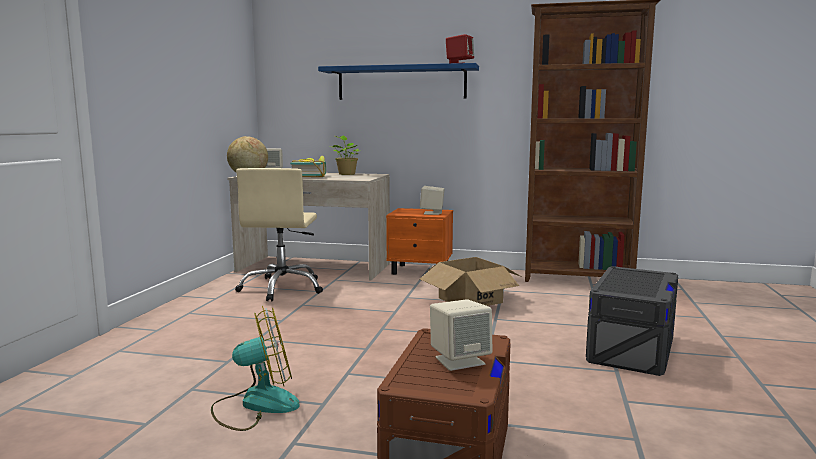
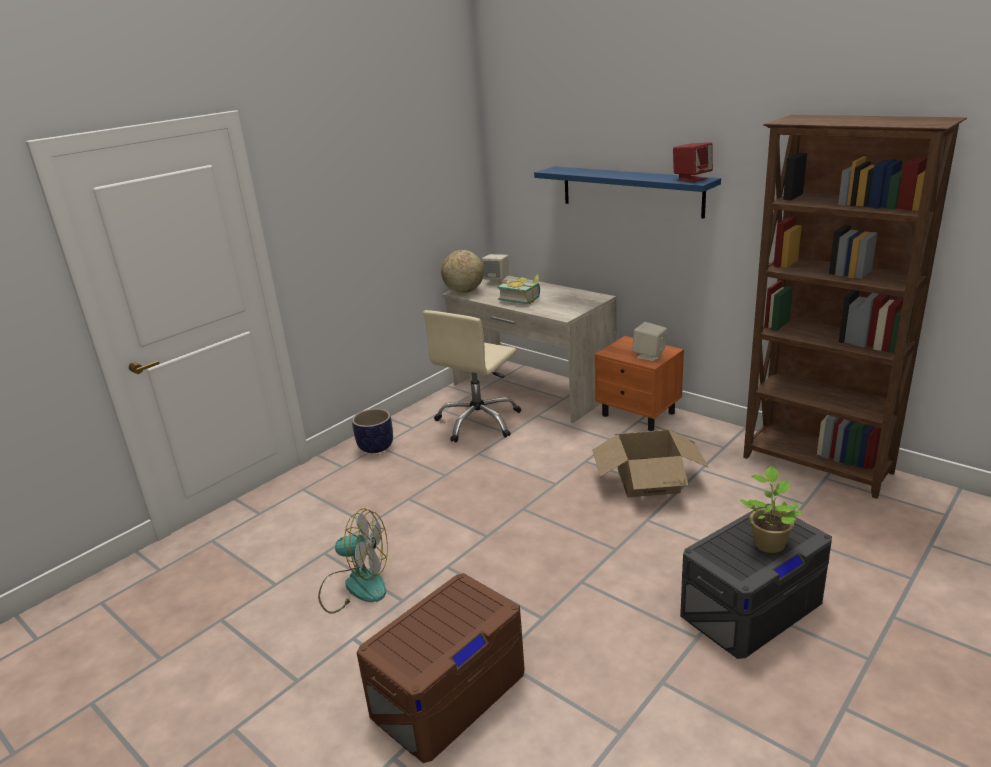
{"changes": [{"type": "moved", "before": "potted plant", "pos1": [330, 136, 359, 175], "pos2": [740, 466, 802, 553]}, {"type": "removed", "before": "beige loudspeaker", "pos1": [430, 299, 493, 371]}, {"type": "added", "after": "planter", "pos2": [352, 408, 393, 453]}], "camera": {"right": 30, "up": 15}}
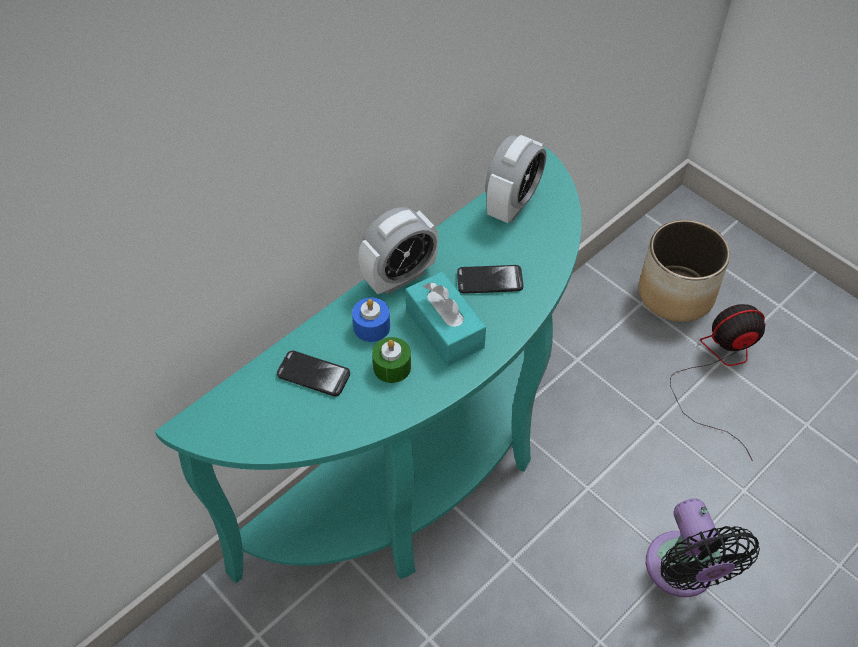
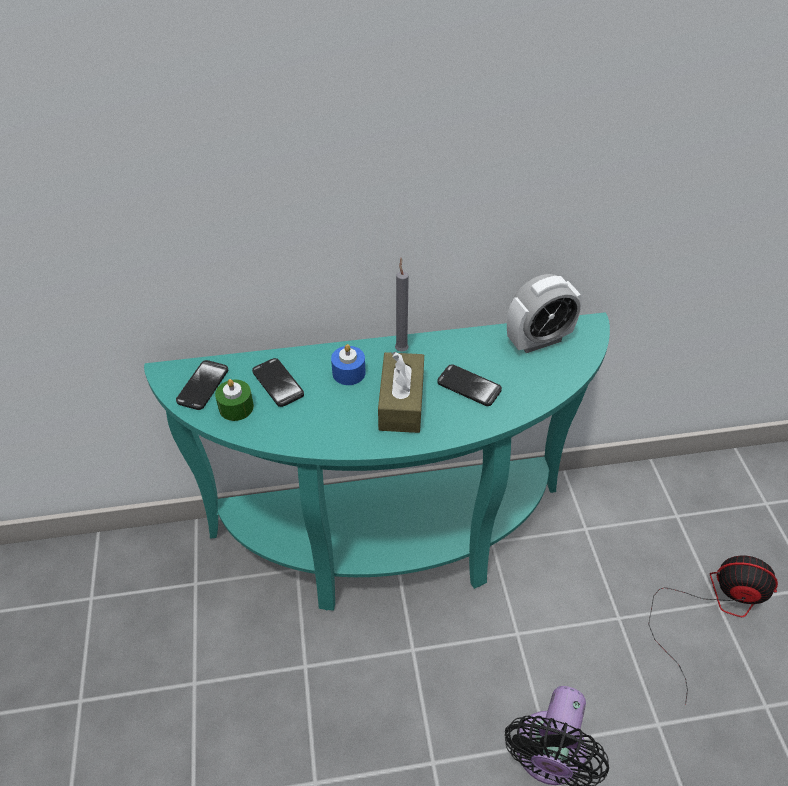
{"changes": [{"type": "replaced", "before": "alarm clock", "after": "grey wax light", "pos1": [359, 207, 439, 295], "pos2": [395, 258, 409, 352]}, {"type": "removed", "before": "planter", "pos1": [639, 220, 730, 322]}, {"type": "recoloured", "before": "turquoise-coloured box of tissues", "after": "brown box of tissues", "pos1": [405, 272, 486, 366], "pos2": [378, 352, 424, 433]}, {"type": "moved", "before": "greenish wax light", "pos1": [372, 337, 411, 383], "pos2": [215, 379, 254, 421]}, {"type": "added", "after": "phone", "pos2": [176, 360, 228, 410]}], "camera": {"right": 35, "up": -5}}
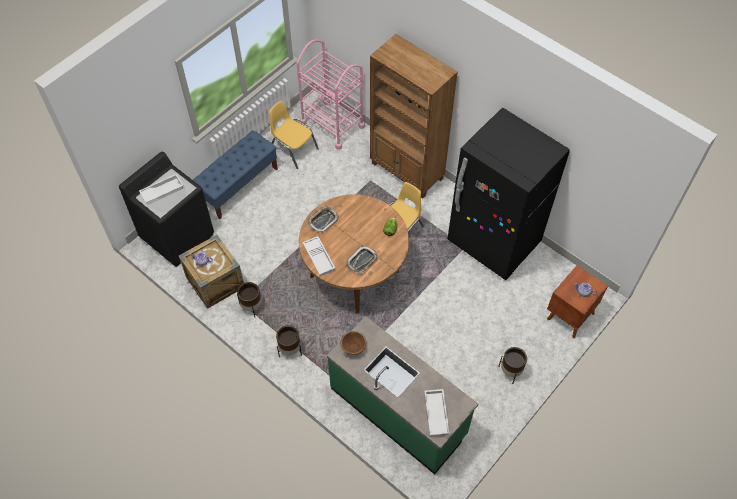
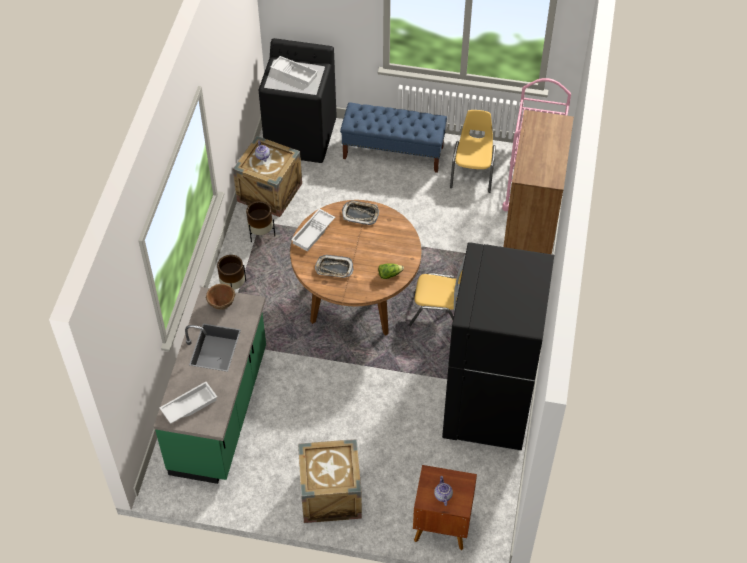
{"changes": [{"type": "replaced", "before": "brown planter", "after": "crate", "pos1": [499, 347, 527, 384], "pos2": [298, 439, 362, 523]}], "camera": {"right": 60, "up": -5}}
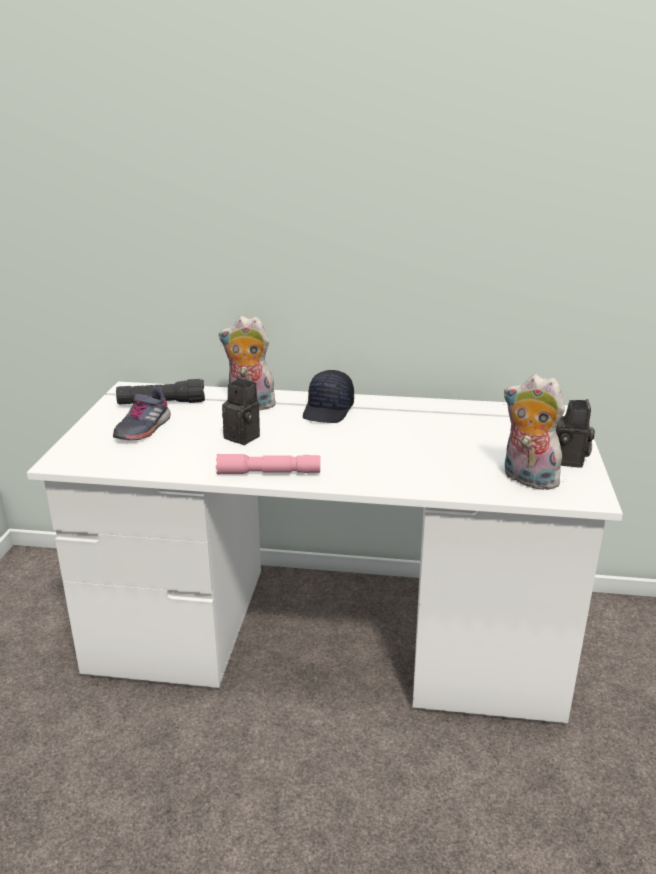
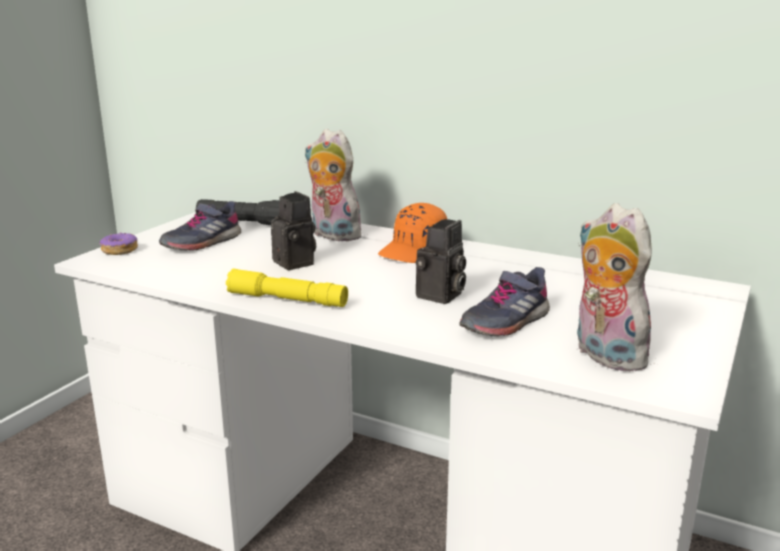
{"changes": [{"type": "recoloured", "before": "black-coloured baseball cap", "after": "orangey baseball cap", "pos1": [303, 370, 354, 423], "pos2": [378, 203, 447, 263]}, {"type": "moved", "before": "still camera", "pos1": [556, 399, 595, 468], "pos2": [416, 219, 466, 304]}, {"type": "recoloured", "before": "pink hand torch", "after": "yellow-coloured hand torch", "pos1": [216, 454, 320, 475], "pos2": [226, 268, 348, 307]}, {"type": "added", "after": "doughnut", "pos2": [99, 232, 138, 255]}, {"type": "added", "after": "grey item of footwear", "pos2": [459, 267, 550, 336]}], "camera": {"right": 20, "up": -5}}
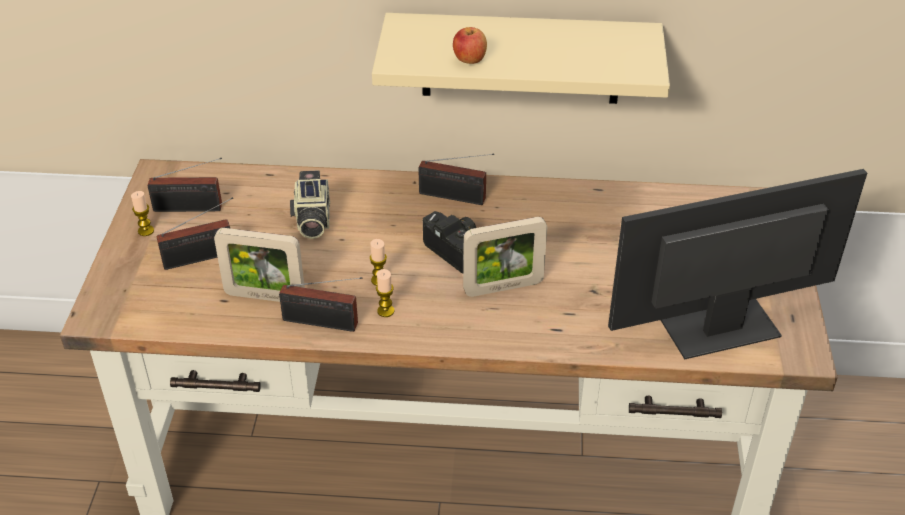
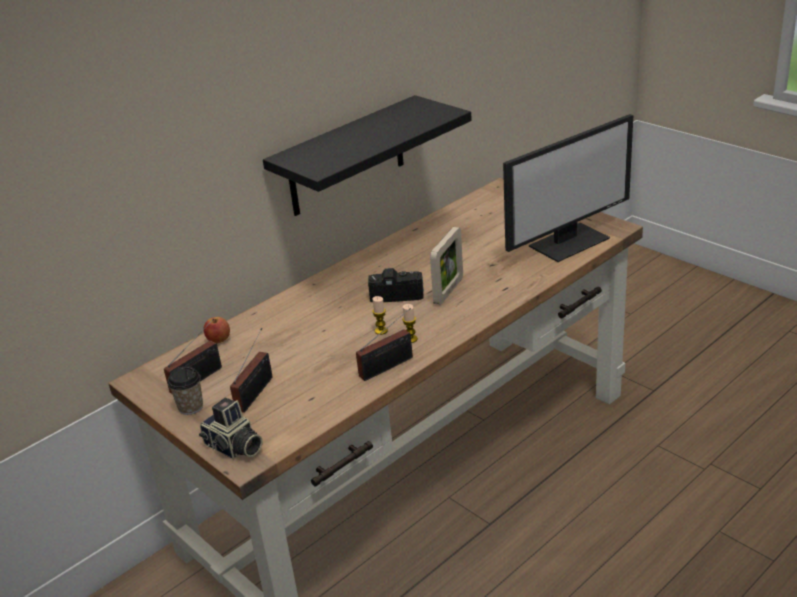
{"changes": [{"type": "recoloured", "before": "beige bracket shelf", "after": "black-coloured bracket shelf", "pos1": [372, 13, 670, 104], "pos2": [263, 95, 472, 216]}, {"type": "moved", "before": "apple fruit", "pos1": [453, 27, 487, 64], "pos2": [204, 317, 230, 344]}, {"type": "removed", "before": "radio receiver", "pos1": [418, 154, 494, 205]}, {"type": "turned", "before": "monitor", "pos1": [608, 169, 867, 360], "pos2": [503, 114, 633, 262], "turn": -150}, {"type": "moved", "before": "still camera", "pos1": [290, 170, 330, 239], "pos2": [199, 398, 263, 459]}, {"type": "replaced", "before": "wax light", "after": "cup", "pos1": [131, 191, 154, 236], "pos2": [168, 366, 203, 415]}, {"type": "removed", "before": "photo frame", "pos1": [214, 228, 305, 302]}], "camera": {"right": -45, "up": -10}}
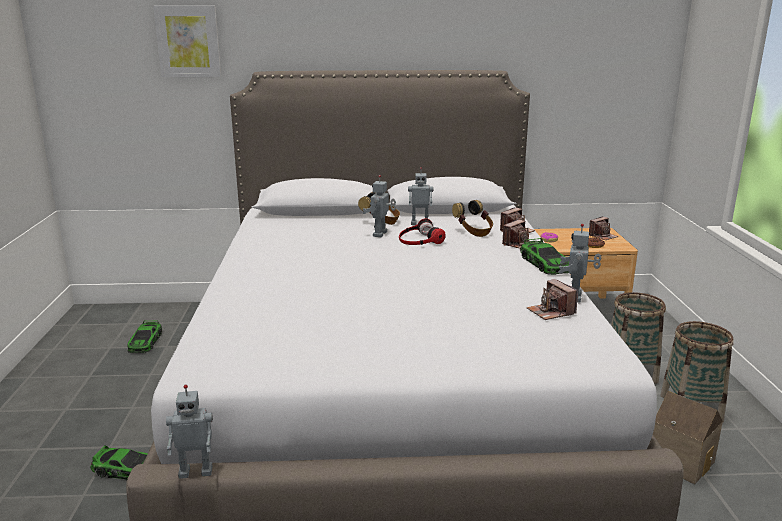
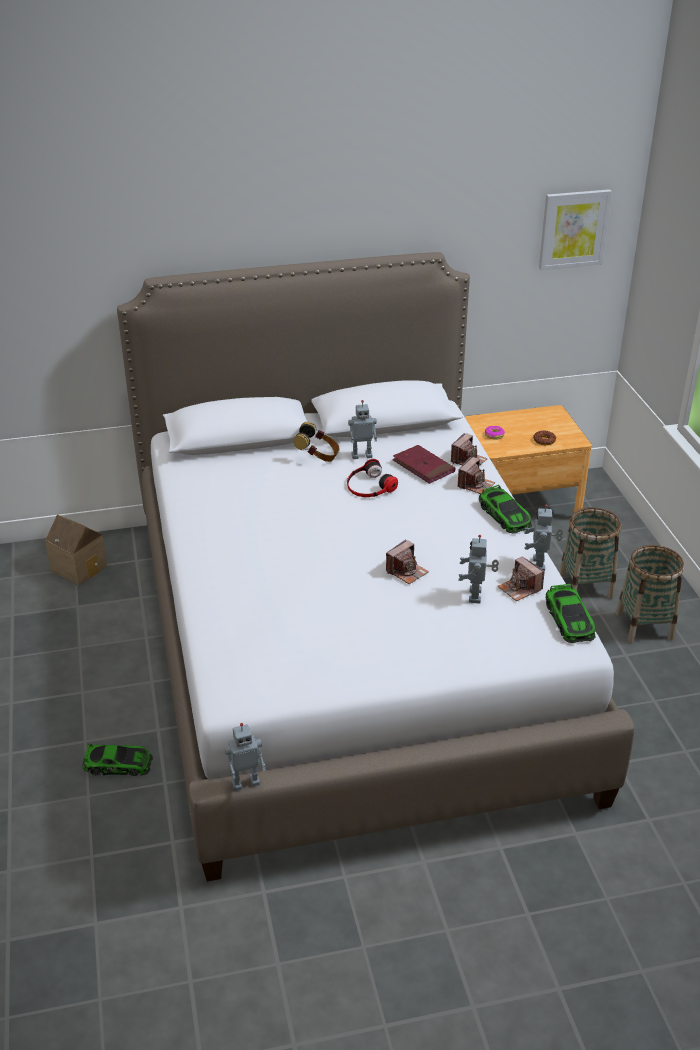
{"changes": [{"type": "moved", "before": "wall art", "pos1": [153, 6, 221, 77], "pos2": [539, 189, 612, 270]}, {"type": "moved", "before": "model robot", "pos1": [363, 175, 396, 237], "pos2": [458, 535, 499, 604]}, {"type": "replaced", "before": "headset", "after": "red bound book", "pos1": [452, 200, 493, 237], "pos2": [392, 445, 455, 484]}, {"type": "moved", "before": "still camera", "pos1": [589, 216, 618, 240], "pos2": [386, 539, 429, 584]}, {"type": "moved", "before": "miniature car", "pos1": [127, 321, 162, 353], "pos2": [546, 583, 596, 643]}, {"type": "moved", "before": "model house", "pos1": [653, 391, 723, 484], "pos2": [45, 515, 107, 586]}], "camera": {"right": -10, "up": 15}}
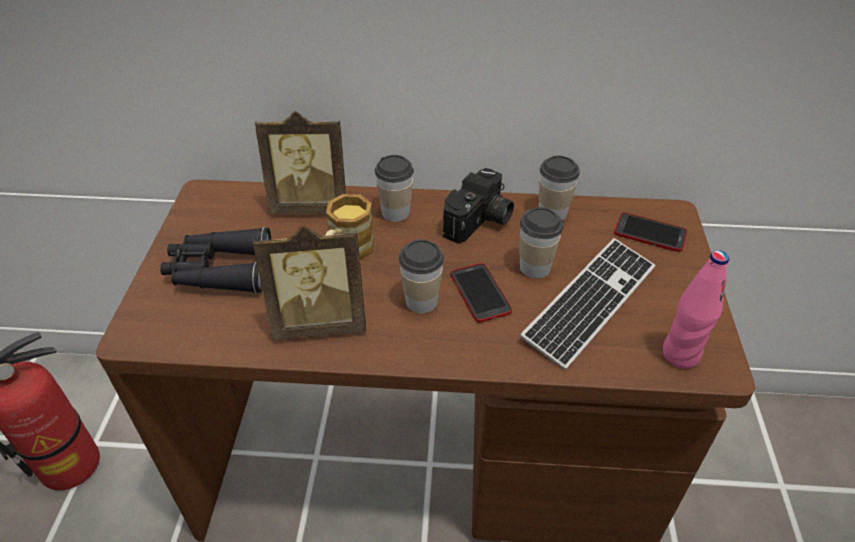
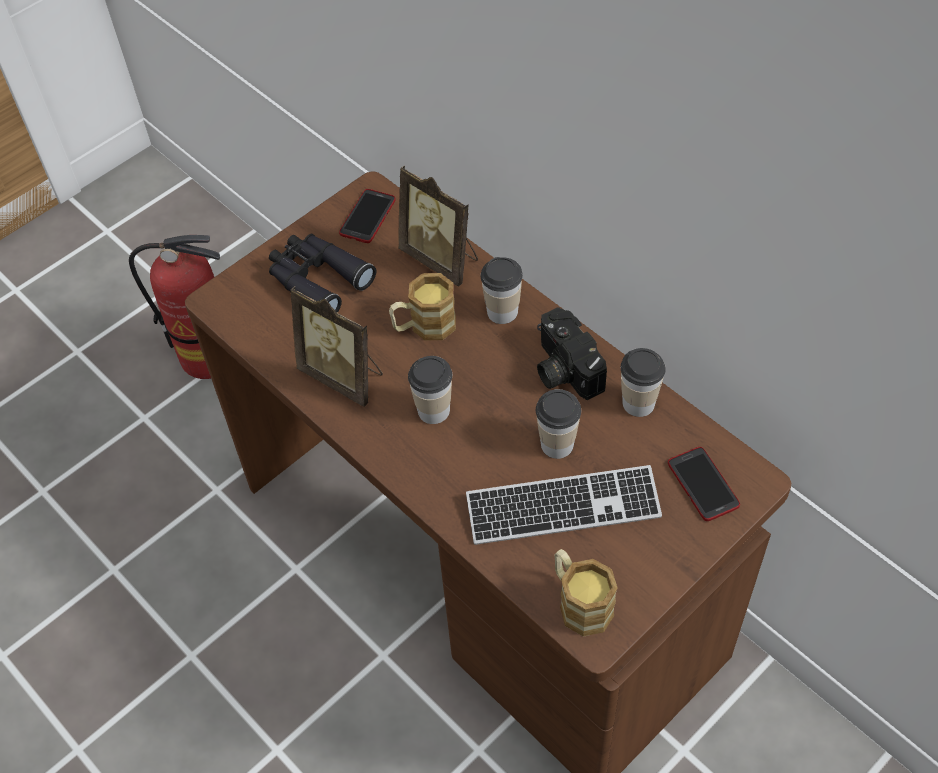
{"changes": [{"type": "turned", "before": "still camera", "pos1": [443, 168, 514, 244], "pos2": [537, 307, 607, 400], "turn": 75}, {"type": "replaced", "before": "pink bottle", "after": "mug", "pos1": [663, 250, 729, 369], "pos2": [554, 549, 618, 637]}, {"type": "moved", "before": "phone", "pos1": [451, 263, 512, 323], "pos2": [339, 189, 396, 243]}], "camera": {"right": 45, "up": 10}}
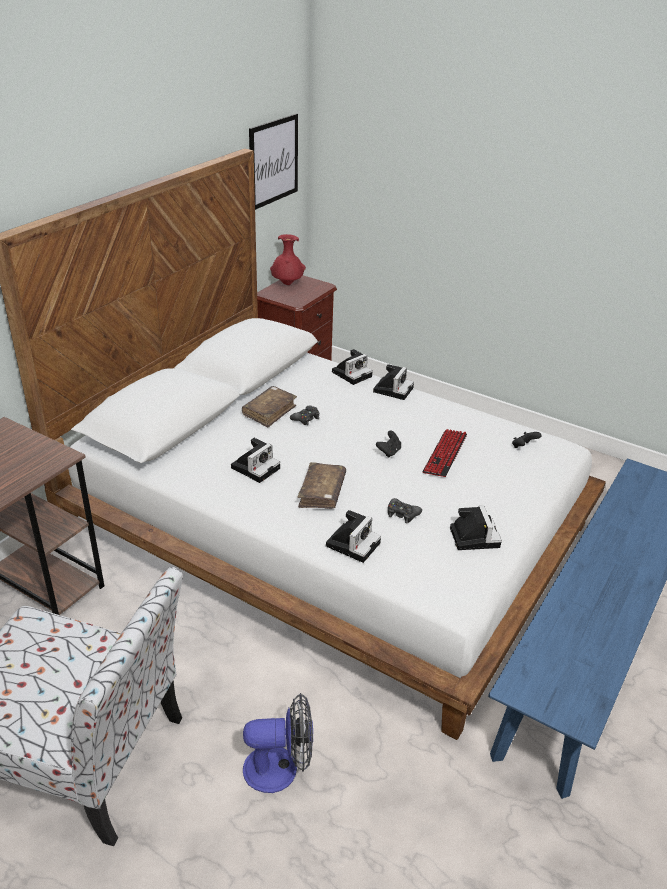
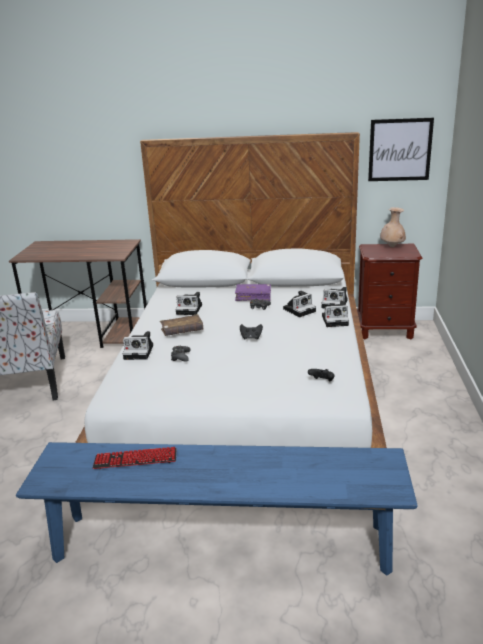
{"changes": [{"type": "recoloured", "before": "red decorative vase", "after": "beige decorative vase", "pos1": [270, 234, 306, 285], "pos2": [380, 207, 406, 247]}, {"type": "recoloured", "before": "brown bound book", "after": "purple bound book", "pos1": [242, 386, 297, 427], "pos2": [235, 284, 271, 301]}, {"type": "moved", "before": "keyboard", "pos1": [422, 429, 467, 477], "pos2": [93, 447, 177, 470]}, {"type": "moved", "before": "still camera", "pos1": [450, 506, 502, 550], "pos2": [283, 291, 316, 317]}, {"type": "removed", "before": "fan", "pos1": [243, 693, 313, 793]}], "camera": {"right": 65, "up": -10}}
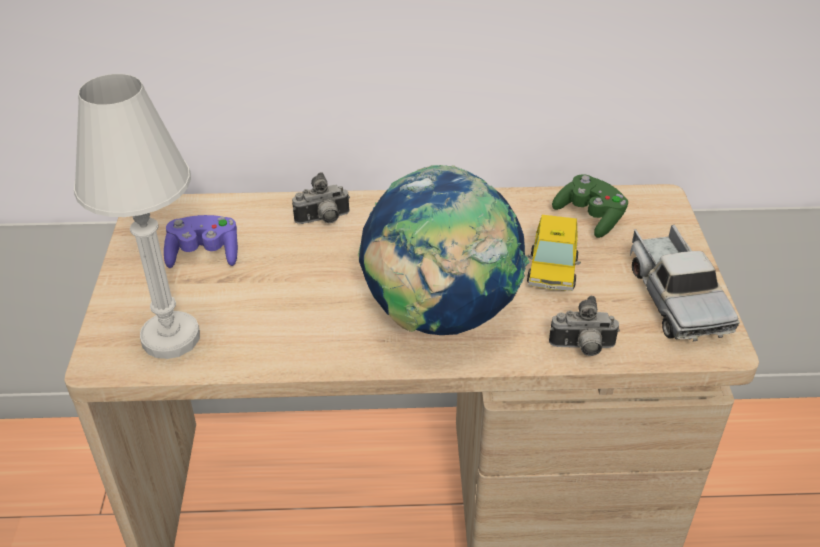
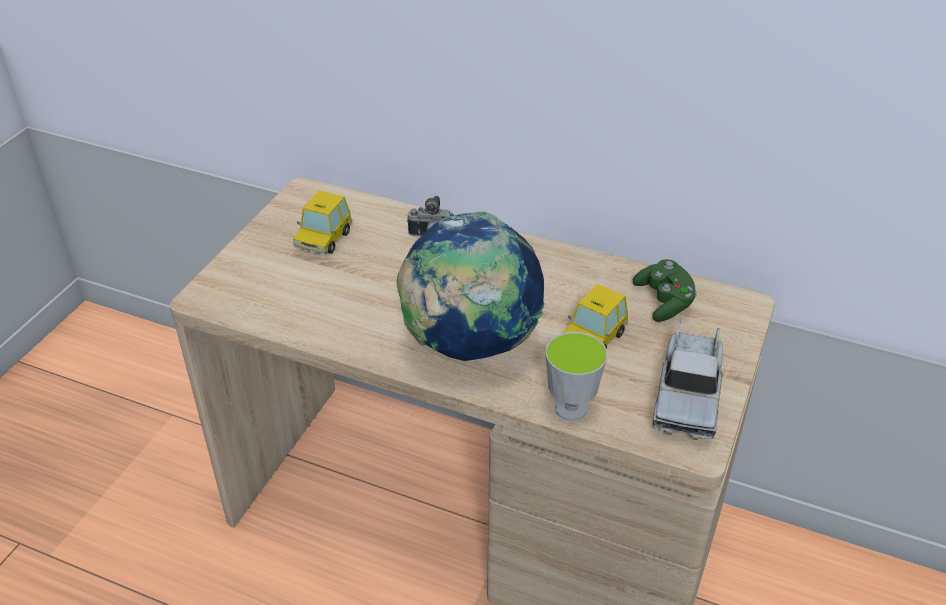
{"changes": [{"type": "removed", "before": "white table lamp", "pos1": [74, 74, 200, 359]}, {"type": "replaced", "before": "purple game controller", "after": "miniature car", "pos1": [164, 215, 238, 268], "pos2": [293, 190, 353, 254]}, {"type": "replaced", "before": "still camera", "after": "cup", "pos1": [549, 296, 620, 356], "pos2": [545, 332, 608, 421]}], "camera": {"right": 25, "up": 0}}
